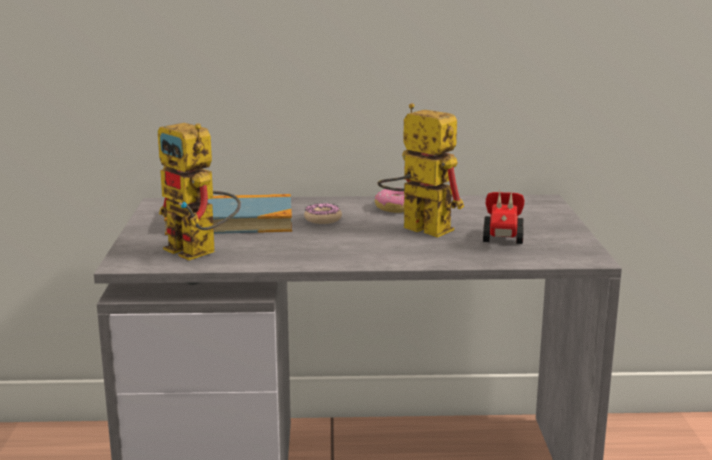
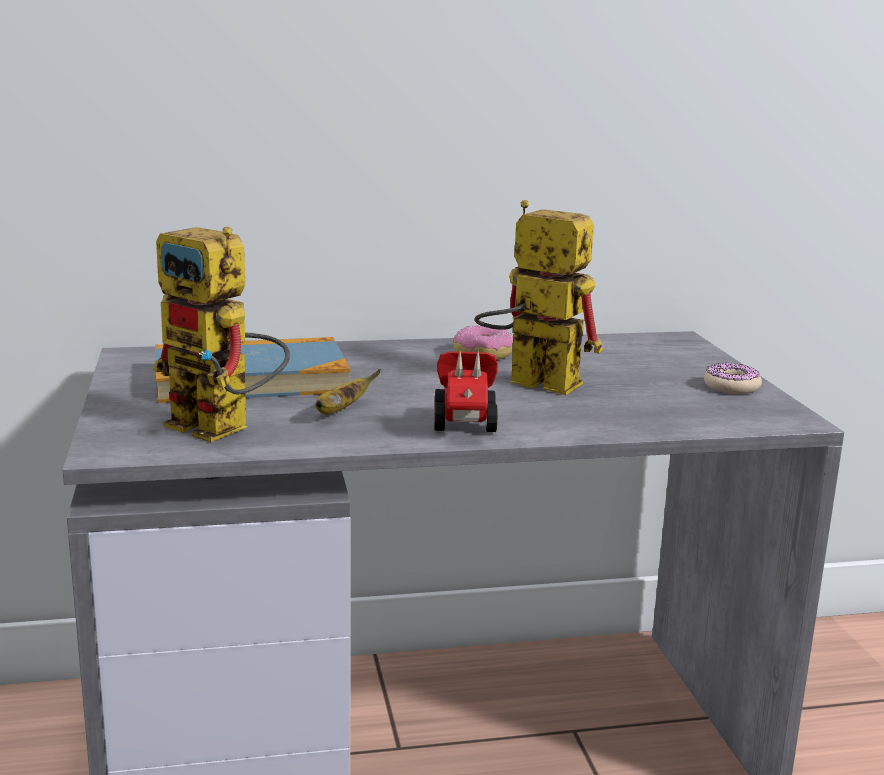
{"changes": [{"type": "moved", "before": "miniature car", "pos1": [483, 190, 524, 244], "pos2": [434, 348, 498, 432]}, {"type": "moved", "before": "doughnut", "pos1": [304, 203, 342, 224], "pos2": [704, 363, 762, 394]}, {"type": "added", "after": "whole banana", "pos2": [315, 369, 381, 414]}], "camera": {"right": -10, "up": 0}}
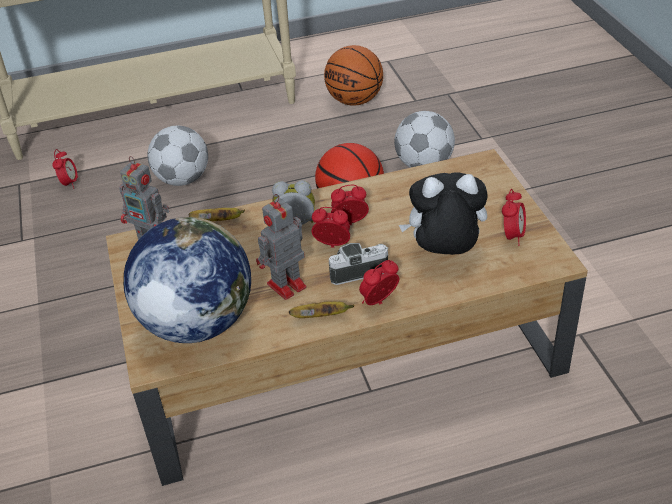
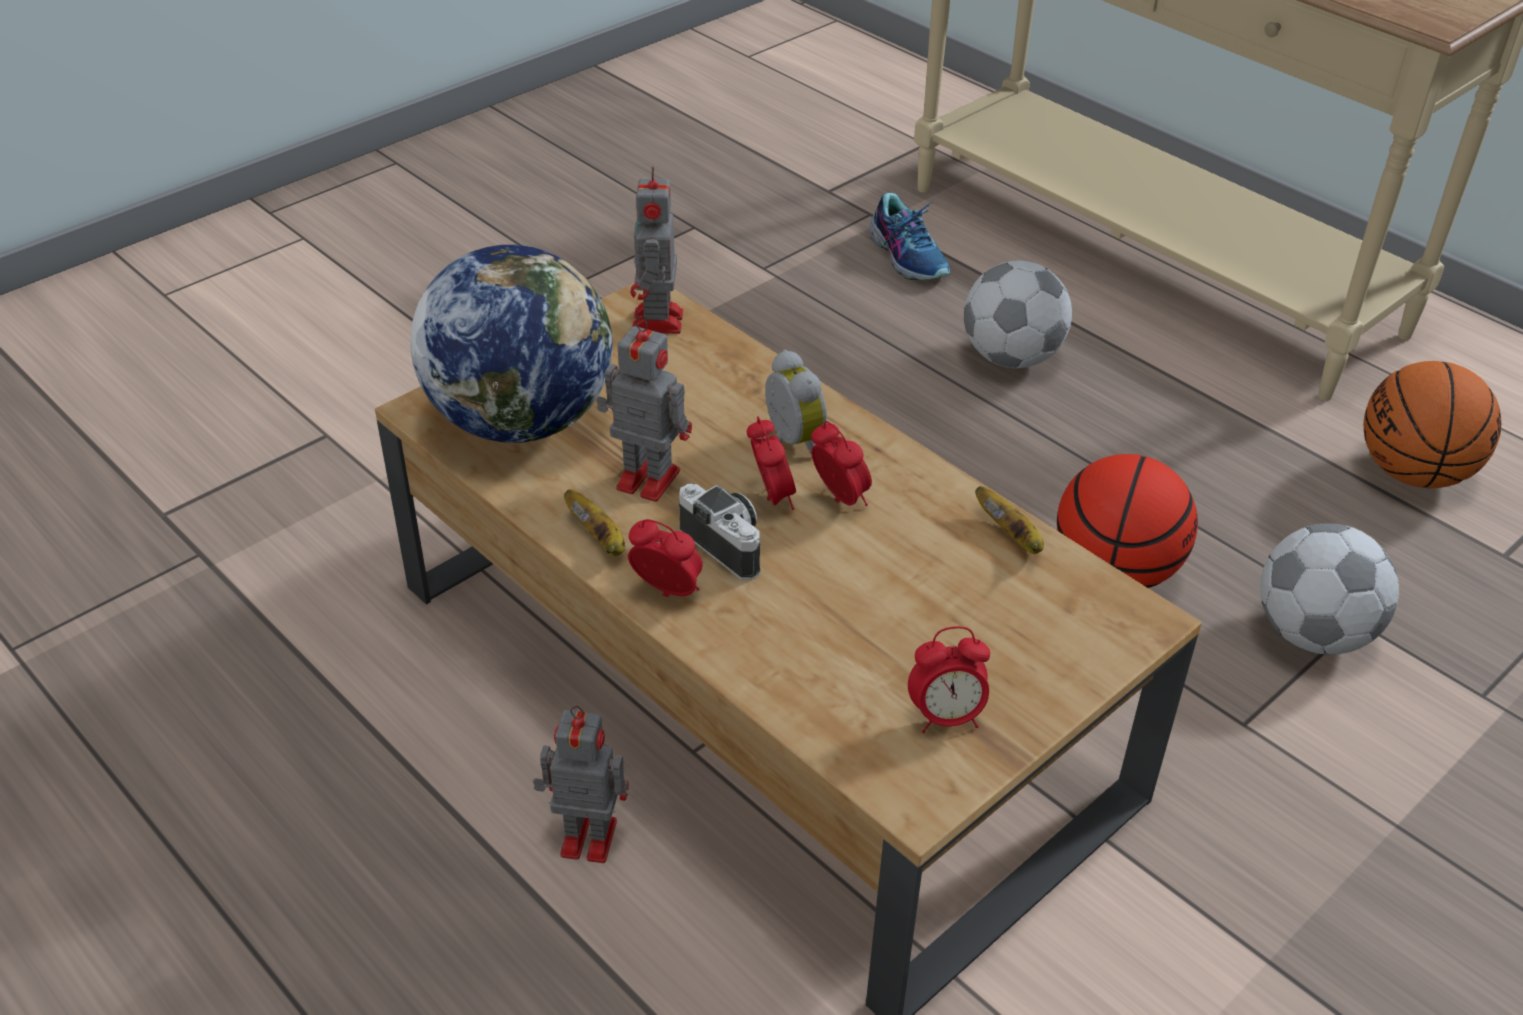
{"changes": [{"type": "replaced", "before": "alarm clock", "after": "item of footwear", "pos1": [52, 149, 78, 189], "pos2": [869, 193, 950, 280]}, {"type": "removed", "before": "soft toy", "pos1": [399, 172, 488, 255]}, {"type": "moved", "before": "whole banana", "pos1": [189, 208, 245, 221], "pos2": [975, 486, 1044, 554]}, {"type": "added", "after": "model robot", "pos2": [533, 706, 629, 863]}], "camera": {"right": 60, "up": 0}}
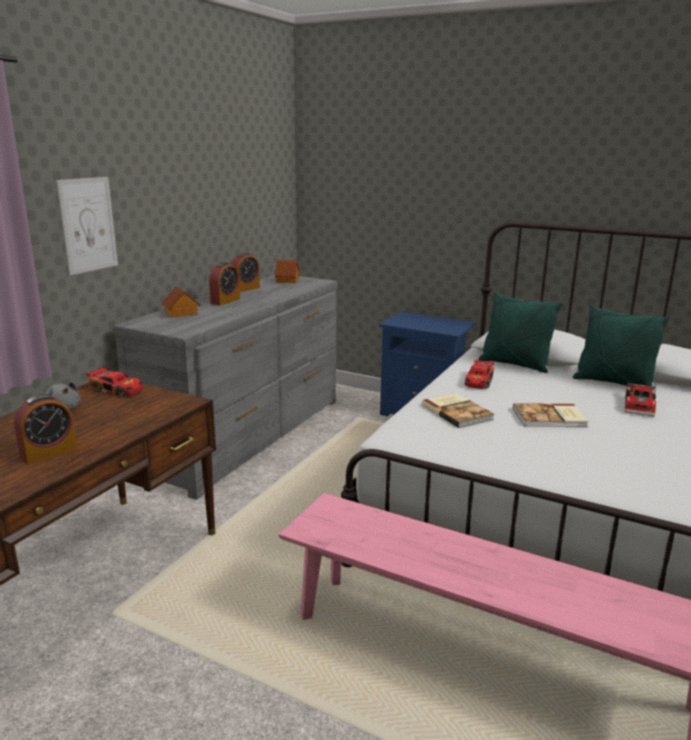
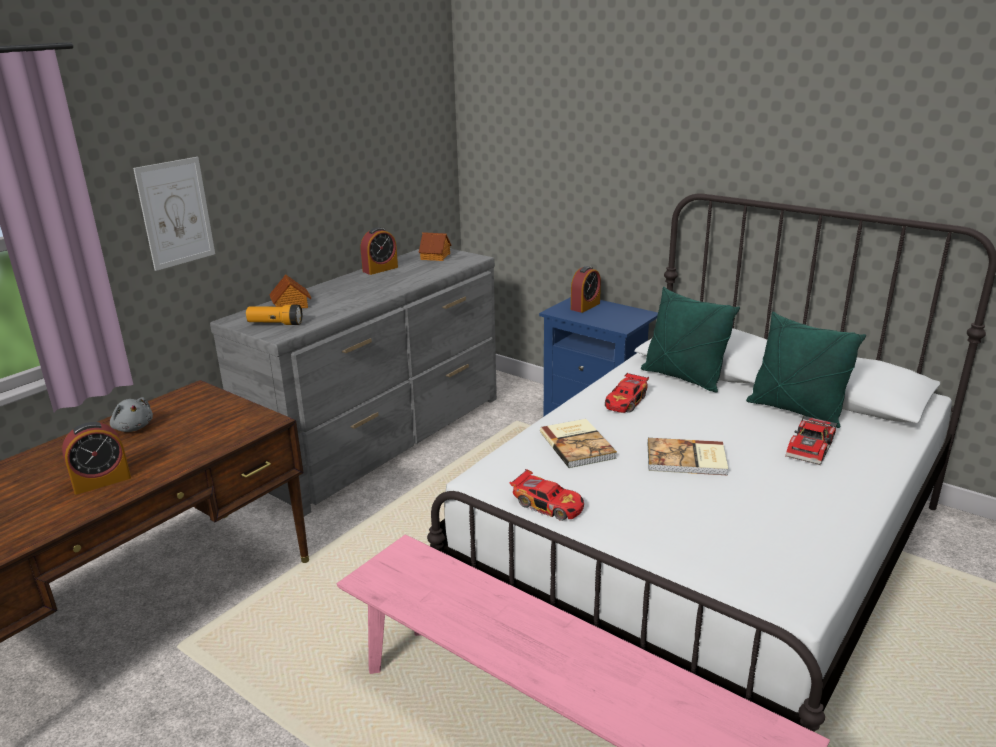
{"changes": [{"type": "moved", "before": "alarm clock", "pos1": [209, 262, 240, 305], "pos2": [571, 266, 601, 313]}, {"type": "moved", "before": "miniature car", "pos1": [86, 367, 143, 397], "pos2": [510, 469, 584, 521]}, {"type": "added", "after": "hand torch", "pos2": [246, 305, 302, 325]}], "camera": {"right": 10, "up": 5}}
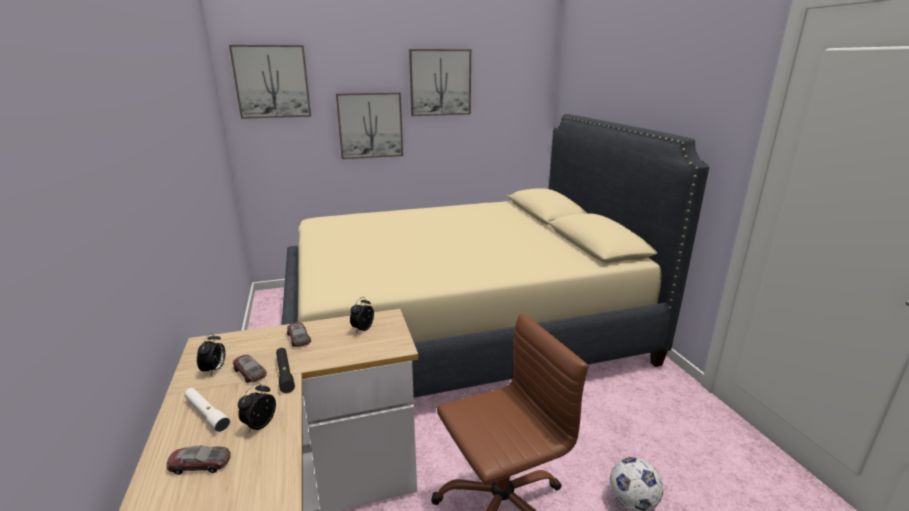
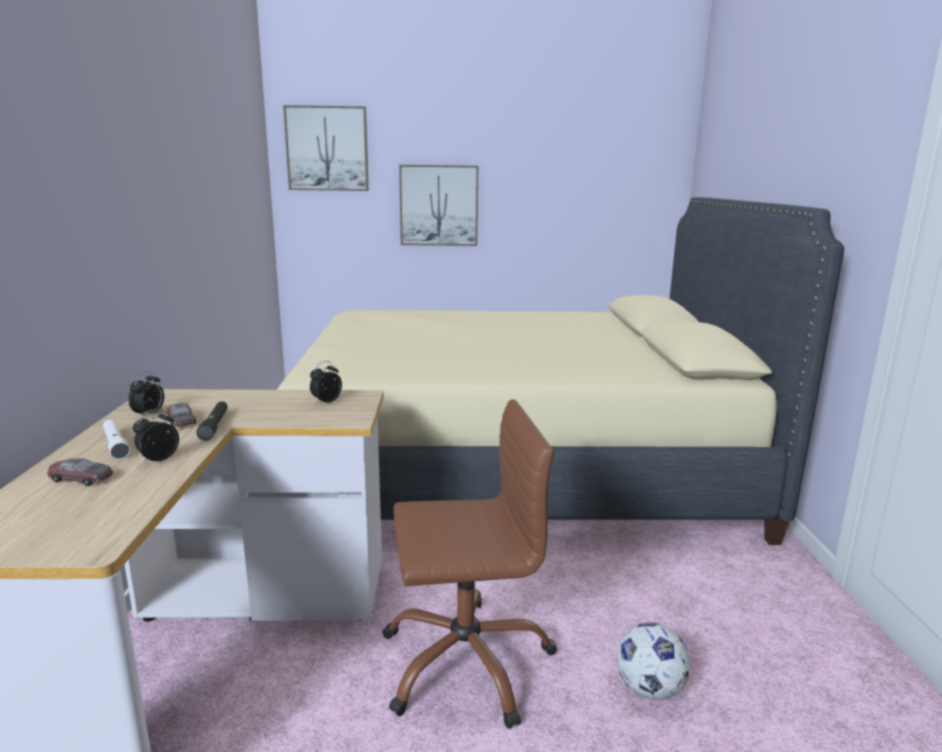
{"changes": [{"type": "removed", "before": "wall art", "pos1": [409, 49, 471, 116]}, {"type": "removed", "before": "miniature car", "pos1": [287, 322, 311, 347]}], "camera": {"right": 15, "up": -5}}
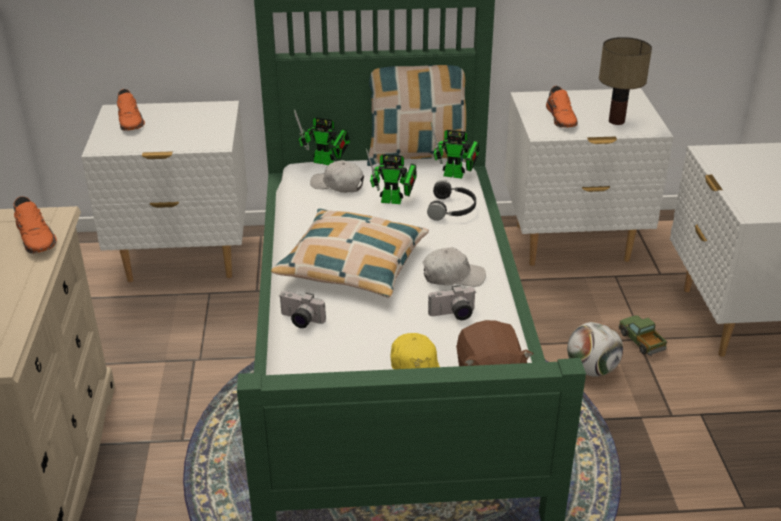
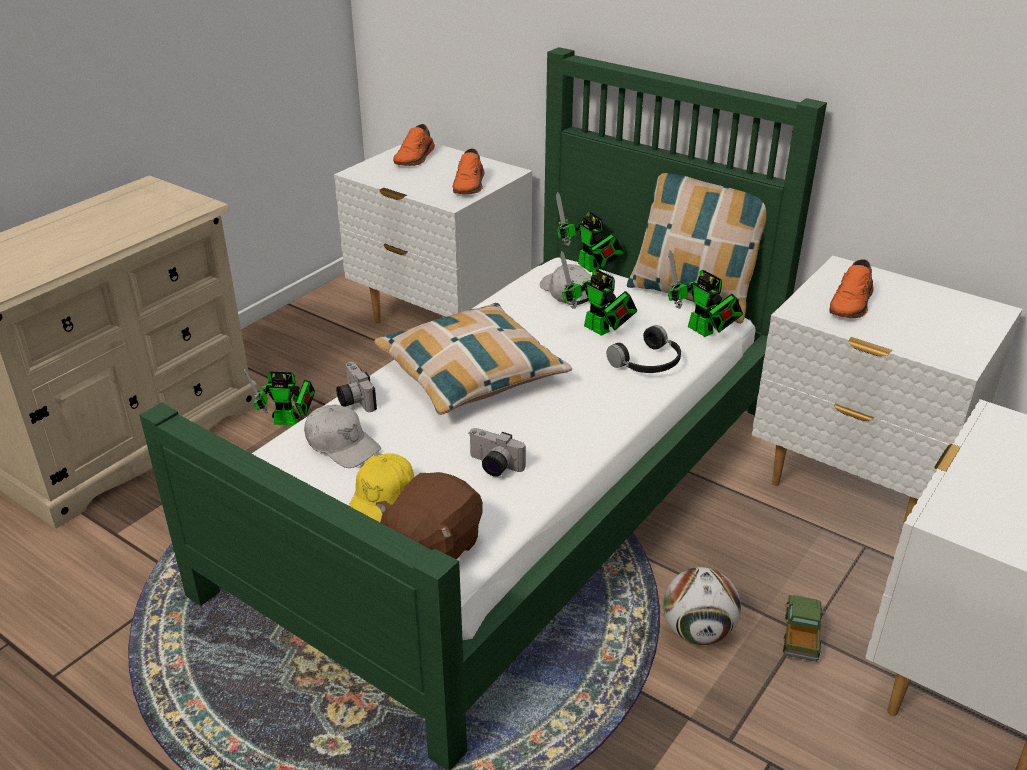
{"changes": [{"type": "removed", "before": "table lamp", "pos1": [599, 37, 652, 125]}, {"type": "moved", "before": "orangey item of footwear", "pos1": [13, 196, 57, 254], "pos2": [453, 148, 485, 194]}, {"type": "moved", "before": "white baseball cap", "pos1": [423, 247, 486, 287], "pos2": [304, 404, 381, 468]}, {"type": "added", "after": "model robot", "pos2": [244, 369, 315, 425]}], "camera": {"right": 40, "up": 0}}
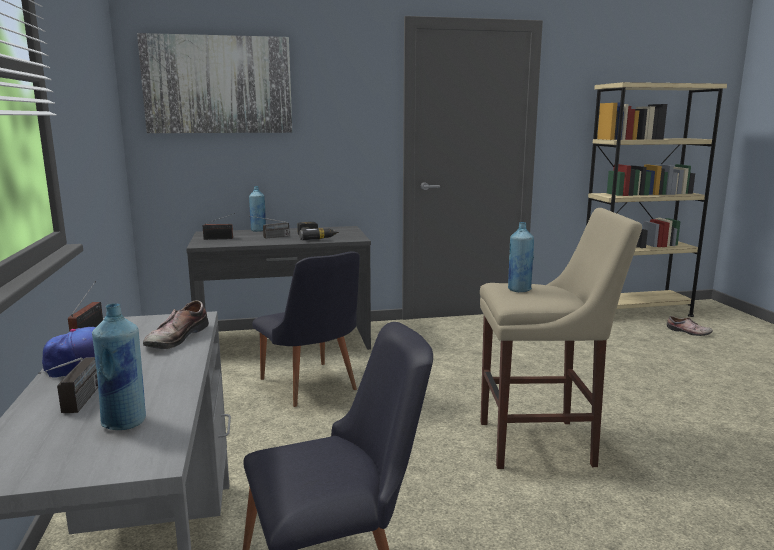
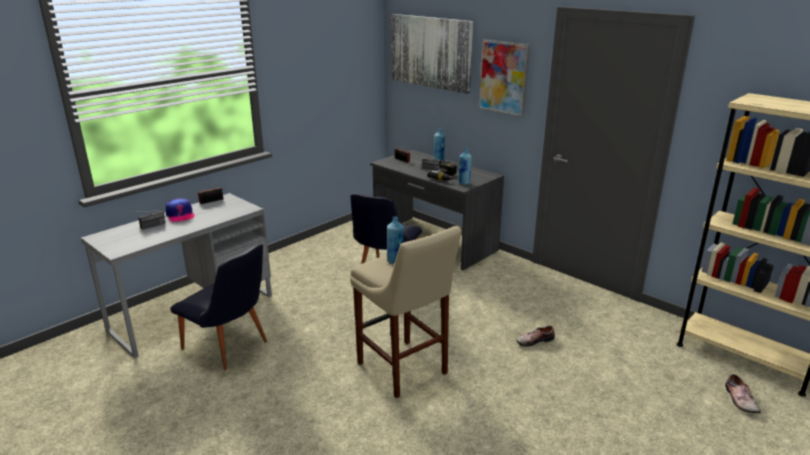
{"changes": [{"type": "moved", "before": "item of footwear", "pos1": [143, 300, 209, 349], "pos2": [516, 326, 555, 347]}, {"type": "moved", "before": "blue bottle", "pos1": [92, 303, 146, 430], "pos2": [458, 148, 472, 185]}, {"type": "added", "after": "wall art", "pos2": [479, 39, 530, 117]}], "camera": {"right": 55, "up": 10}}
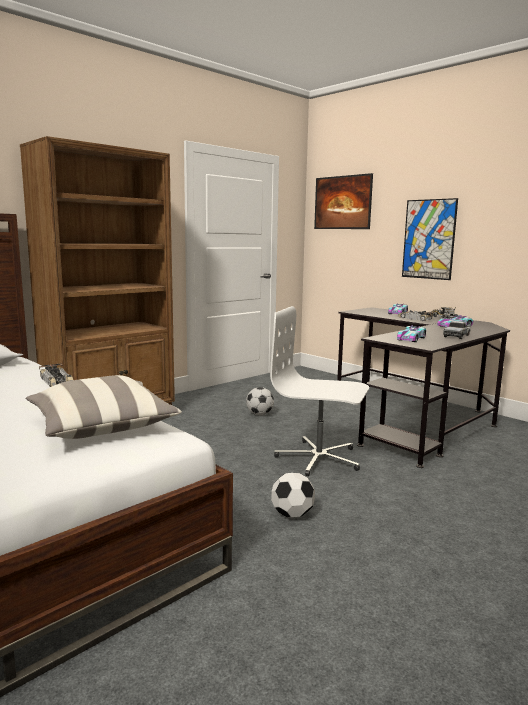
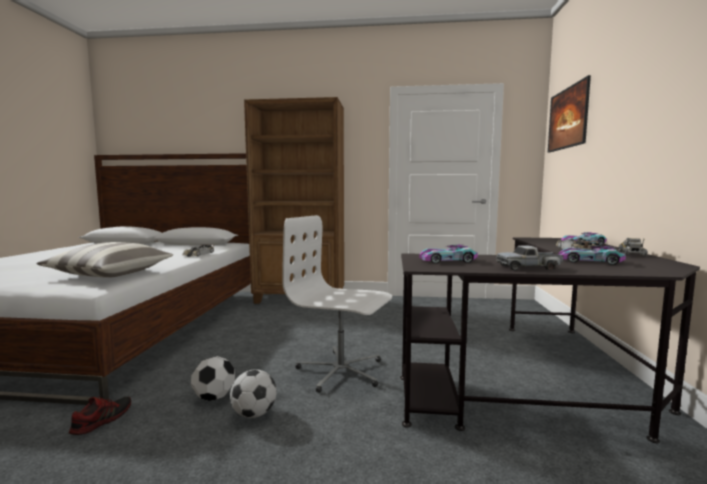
{"changes": [{"type": "removed", "before": "wall art", "pos1": [402, 198, 458, 280]}, {"type": "turned", "before": "white office chair", "pos1": [270, 306, 369, 476], "pos2": [282, 215, 392, 393], "turn": -45}, {"type": "moved", "before": "football", "pos1": [246, 387, 274, 415], "pos2": [230, 369, 277, 418]}, {"type": "added", "after": "item of footwear", "pos2": [69, 396, 131, 435]}], "camera": {"right": 50, "up": -5}}
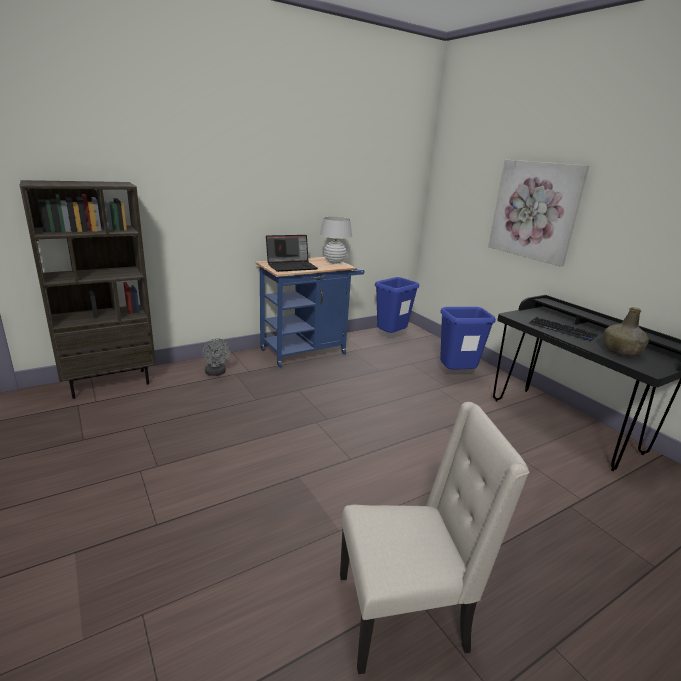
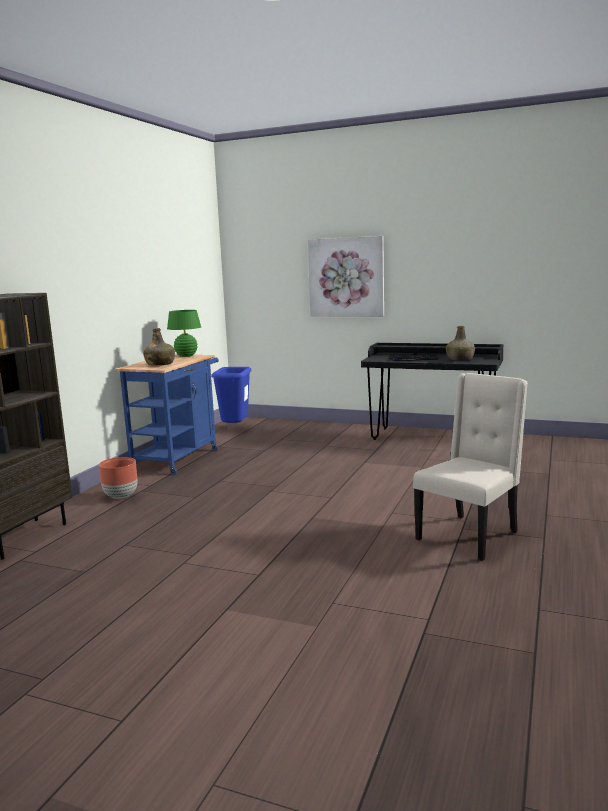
{"changes": [{"type": "recoloured", "before": "white table lamp", "after": "greenish table lamp", "pos1": [320, 217, 352, 263], "pos2": [167, 310, 201, 357]}, {"type": "replaced", "before": "portable computer", "after": "greenish bottle", "pos1": [266, 235, 318, 272], "pos2": [143, 328, 175, 366]}, {"type": "removed", "before": "blue waste bin", "pos1": [440, 307, 496, 370]}, {"type": "replaced", "before": "grey fan", "after": "brown planter", "pos1": [202, 338, 231, 376], "pos2": [99, 457, 137, 499]}], "camera": {"right": -35, "up": -10}}
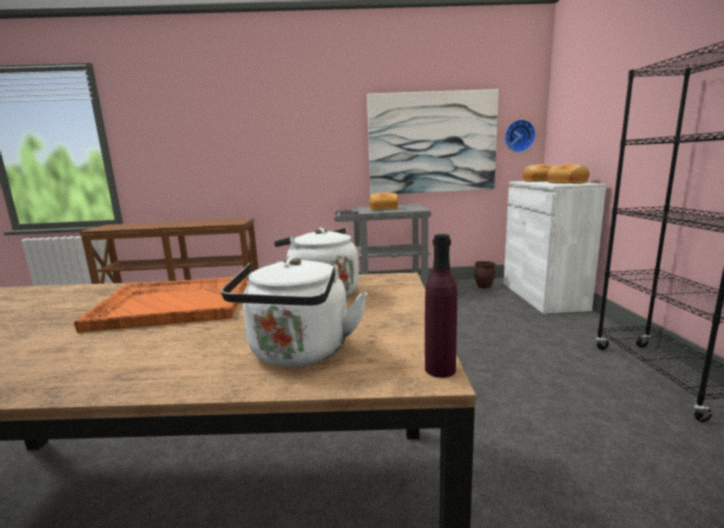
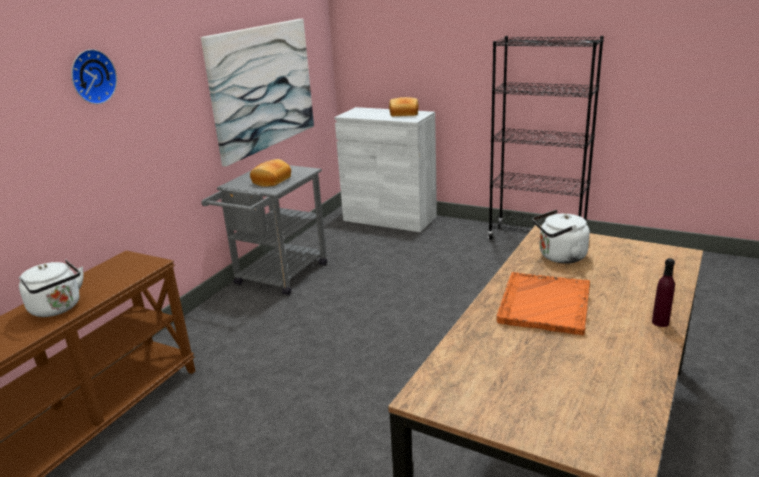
{"changes": [{"type": "moved", "before": "wall clock", "pos1": [505, 119, 536, 152], "pos2": [71, 49, 117, 104]}, {"type": "removed", "before": "baked bread", "pos1": [523, 164, 554, 182]}, {"type": "moved", "before": "purple bottle", "pos1": [425, 234, 457, 378], "pos2": [652, 258, 675, 327]}, {"type": "moved", "before": "white tea kettle", "pos1": [221, 256, 367, 367], "pos2": [19, 260, 84, 317]}, {"type": "removed", "before": "brown planter", "pos1": [474, 261, 495, 289]}], "camera": {"right": -60, "up": 10}}
